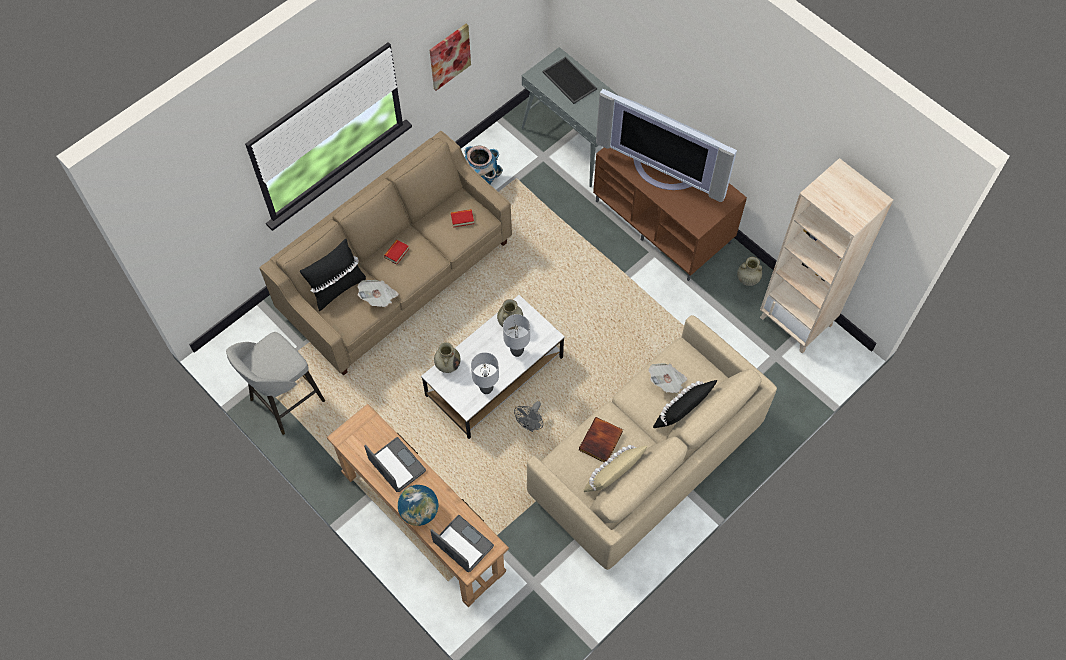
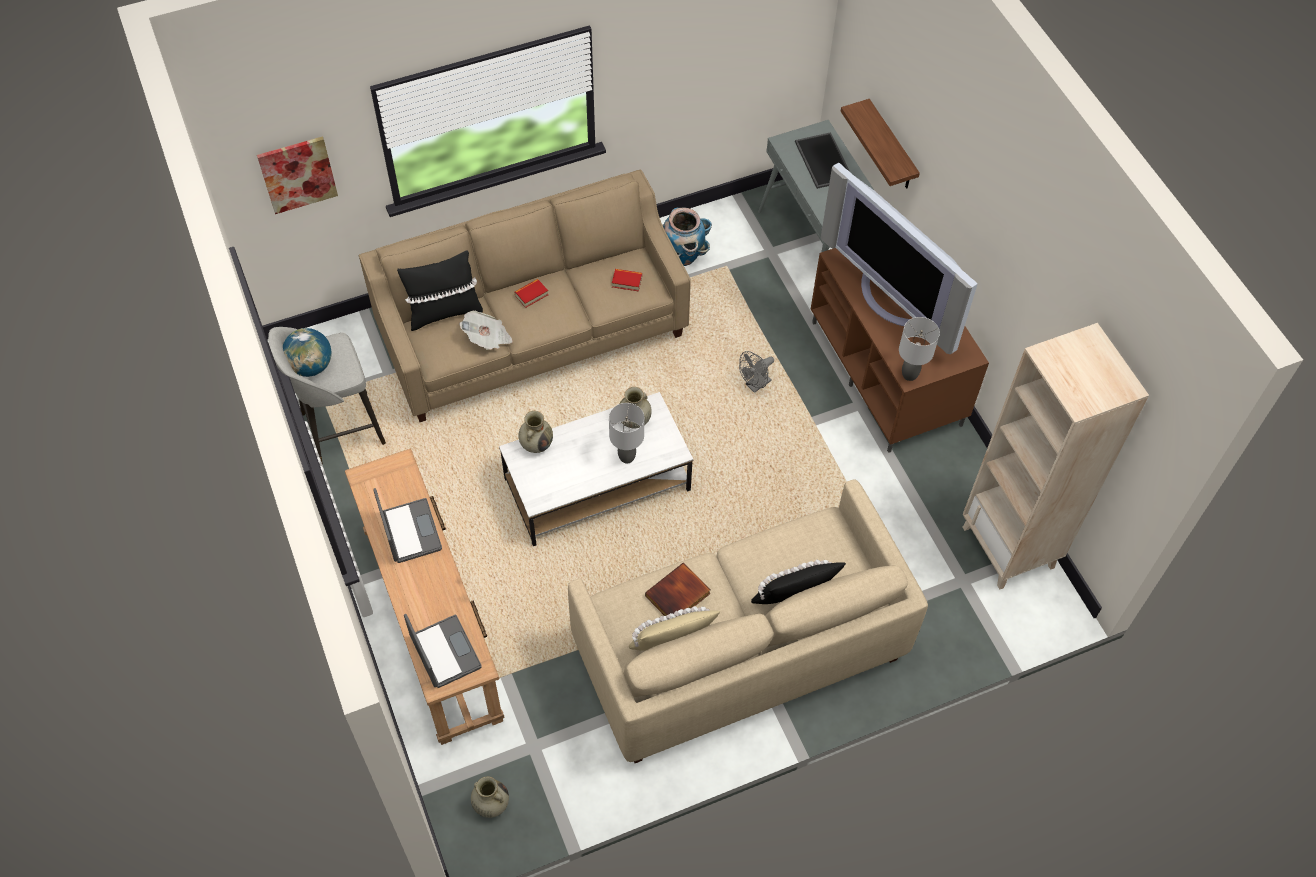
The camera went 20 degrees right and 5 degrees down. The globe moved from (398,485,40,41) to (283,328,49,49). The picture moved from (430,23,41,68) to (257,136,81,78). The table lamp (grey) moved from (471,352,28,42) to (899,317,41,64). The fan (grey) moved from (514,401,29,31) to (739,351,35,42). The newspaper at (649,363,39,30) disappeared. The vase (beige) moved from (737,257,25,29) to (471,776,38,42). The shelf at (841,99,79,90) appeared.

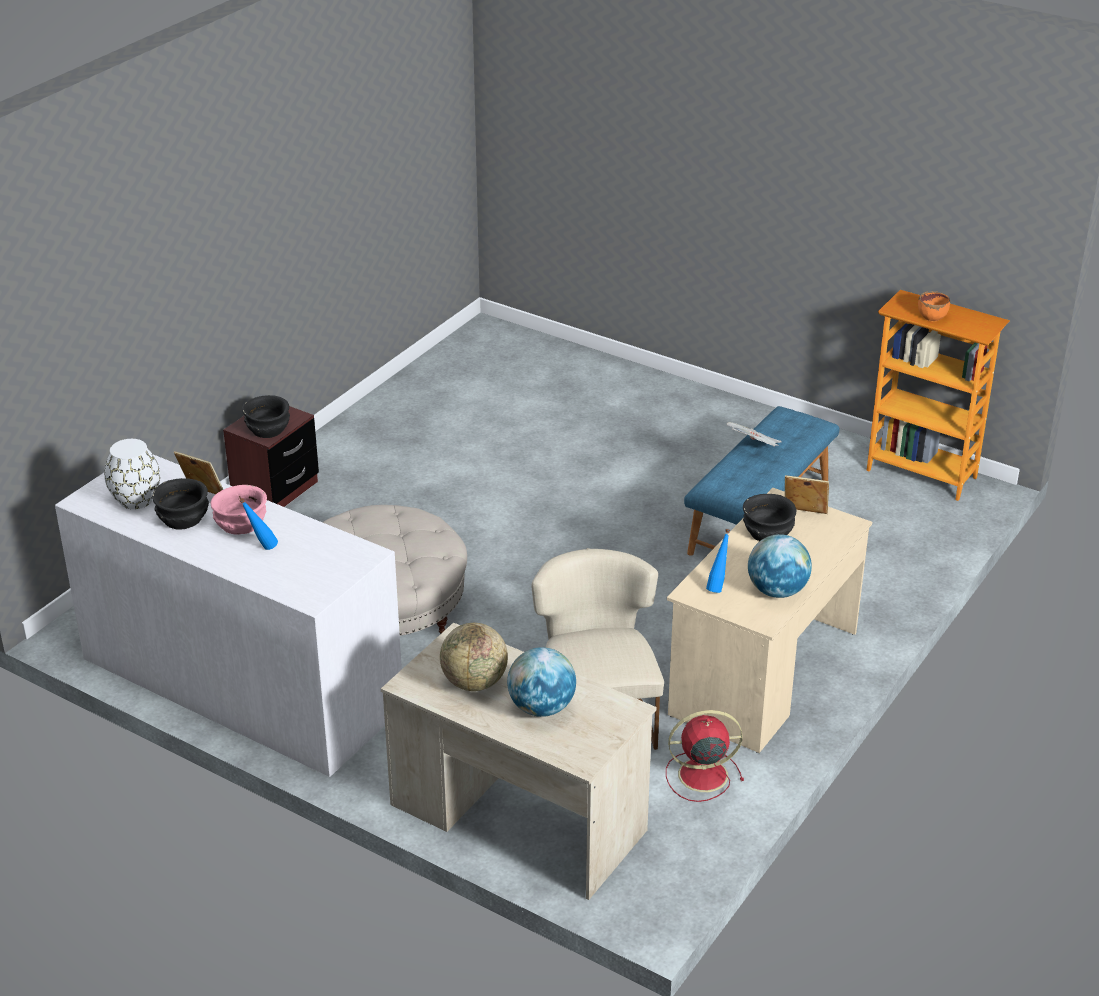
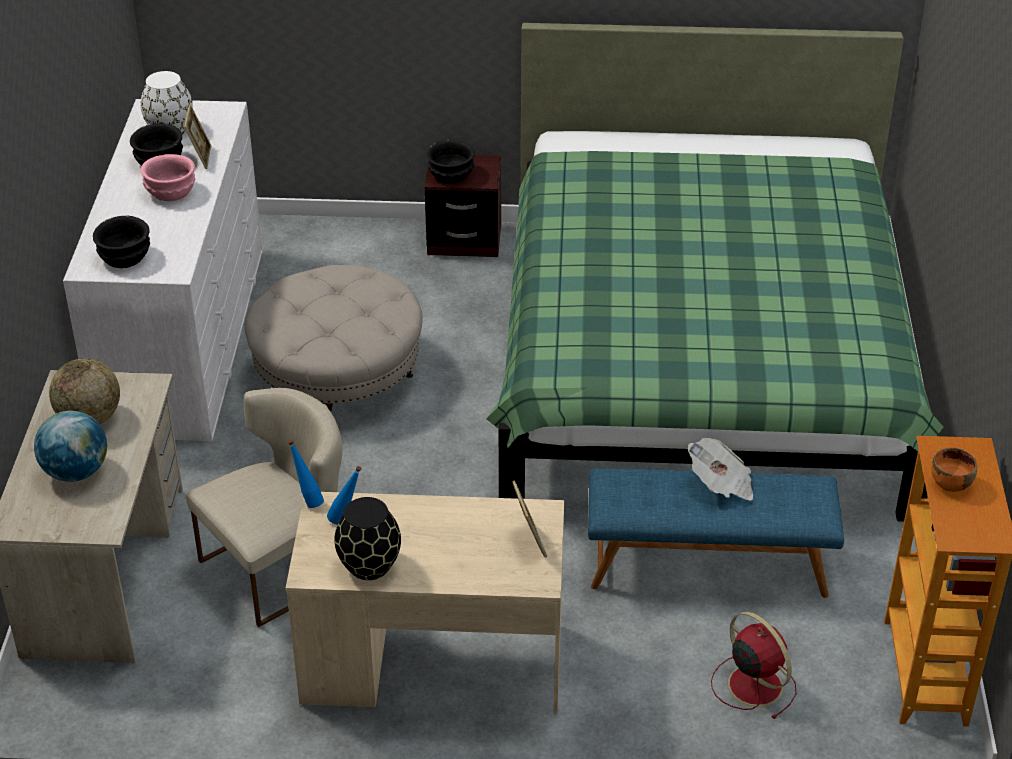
The camera went 60 degrees right and 5 degrees up. The bottle (blue) moved from (240,498,38,52) to (288,440,36,68). The fan (red) moved from (666,710,78,92) to (711,612,85,107). The bowl (black) moved from (743,494,53,47) to (93,216,57,52). The globe at (748,534,64,64) was replaced by the vase (black) at (334,497,67,83). The bed (green) at (486,23,457,499) appeared.

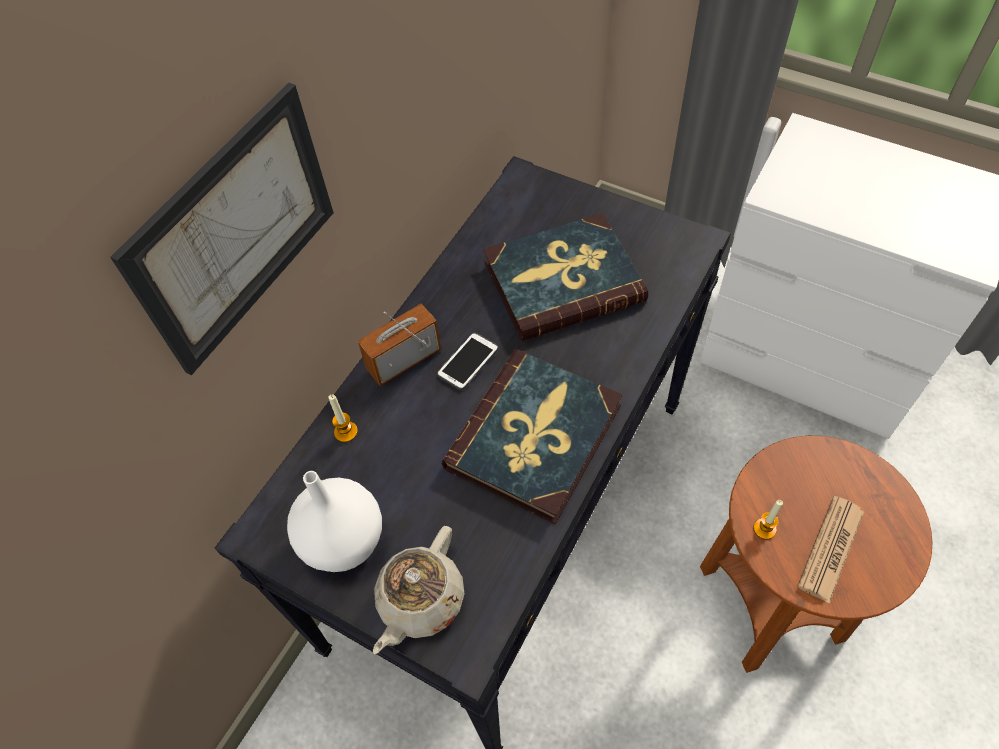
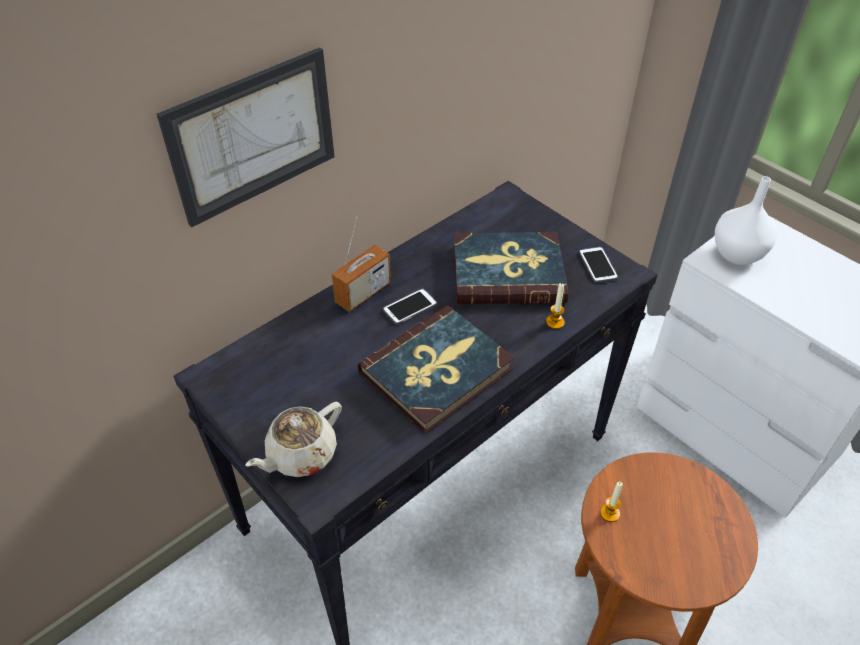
The camera went 15 degrees right and 10 degrees down. The vase (white) moved from (287,471,95,101) to (715,176,63,89). The candle moved from (328,395,30,47) to (546,283,19,46). The radio at (358,303,83,83) turned 150 degrees clockwise. The newspaper at (797,496,67,108) disappeared. The phone at (579,247,39,36) appeared.

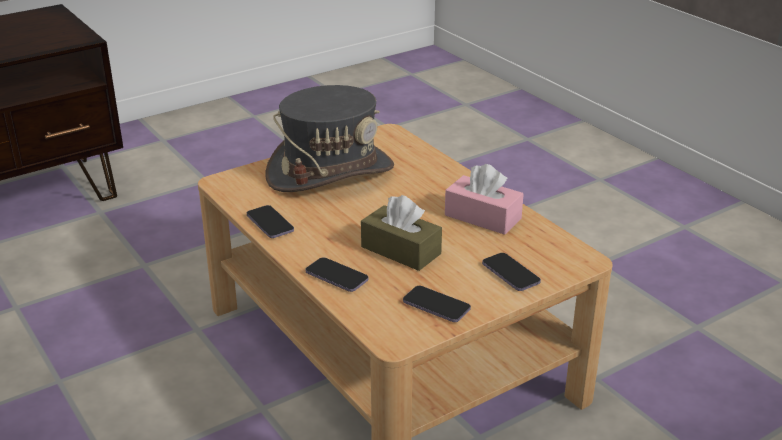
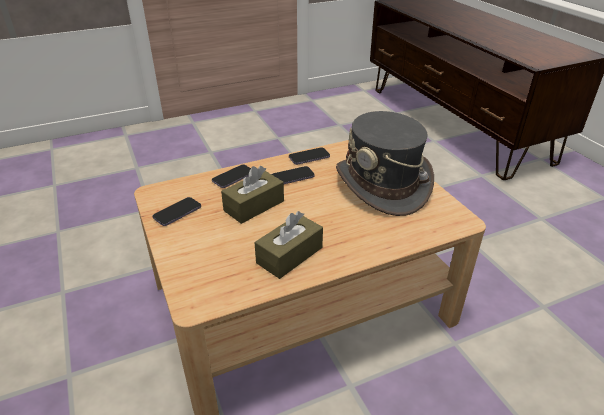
The camera went 100 degrees right and 5 degrees up. The tissue box (pink) at (445,164,79,71) became the tissue box (brown) at (254,211,69,68). The phone moved from (482,253,59,38) to (272,166,43,18).

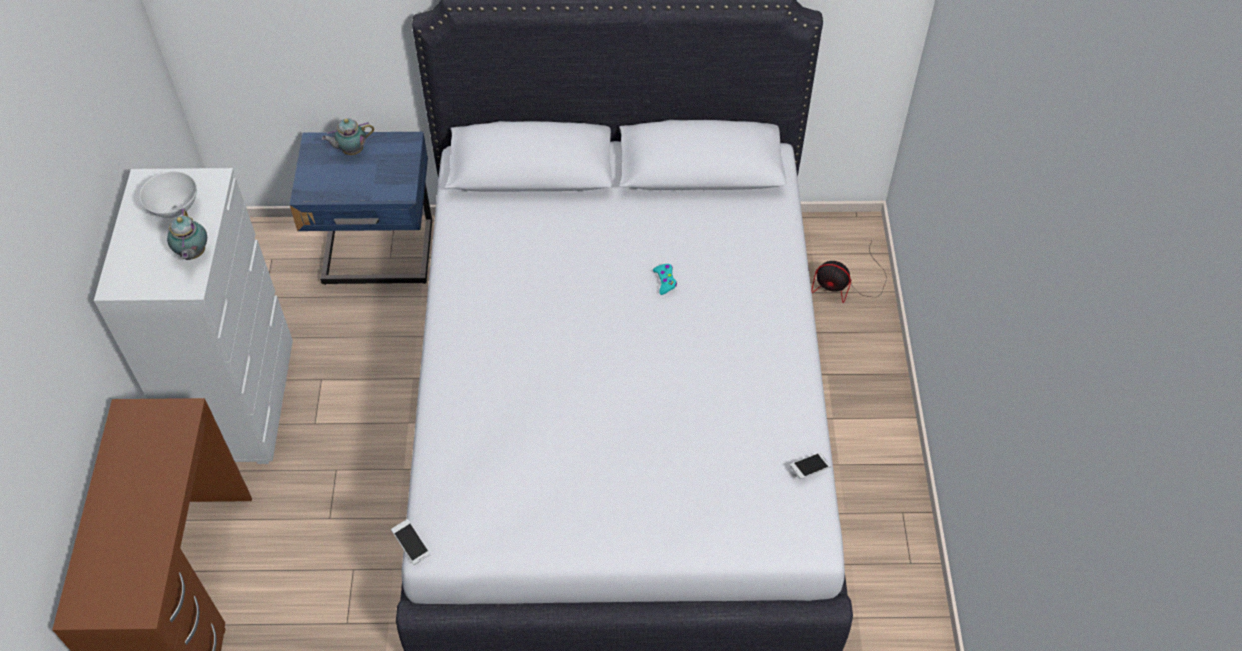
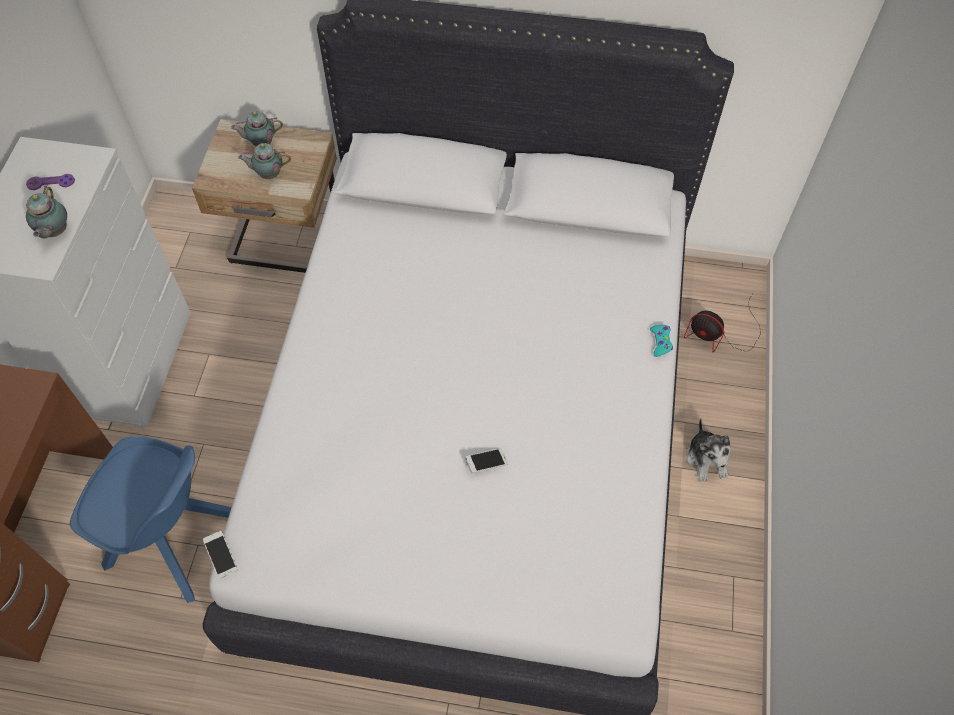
The camera went 10 degrees right and 5 degrees up. The bowl (white) at (139,171,58,47) was replaced by the game controller (purple) at (26,174,49,16). The nightstand (blue) at (290,132,142,153) became the nightstand (beige) at (192,119,145,154). The game controller (turquoise) moved from (653,264,24,31) to (650,325,23,32). The phone moved from (789,452,42,27) to (465,448,44,25). The chair (blue) at (70,436,162,167) appeared. The teapot at (238,143,53,36) appeared. The plush toy at (686,419,44,64) appeared.

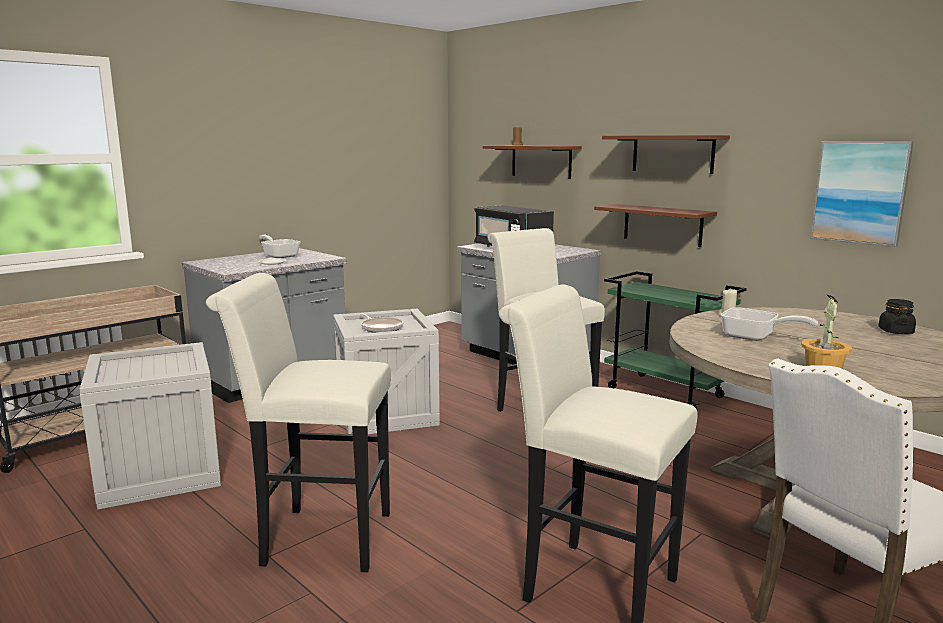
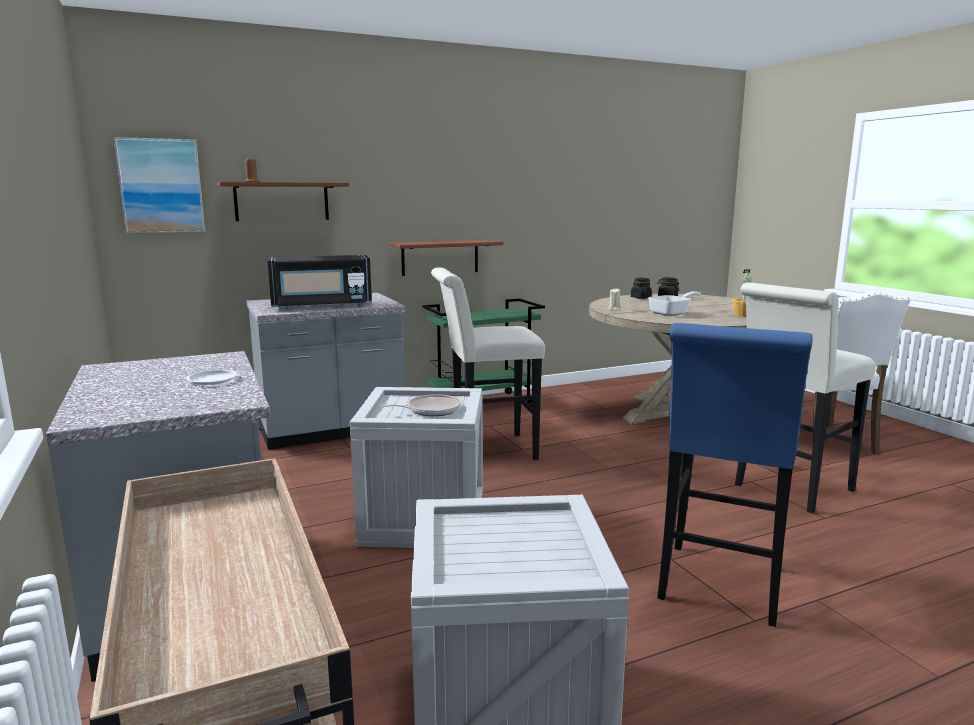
The camera went 70 degrees left and 0 degrees up. The stool (white) at (206,273,185,299) became the stool (blue) at (657,323,156,304). The frying pan at (259,235,41,23) disappeared. The shelf (brown) at (602,135,128,39) disappeared. The picture moved from (810,141,104,106) to (114,137,91,97). The jar (black) at (631,278,21,21) appeared.

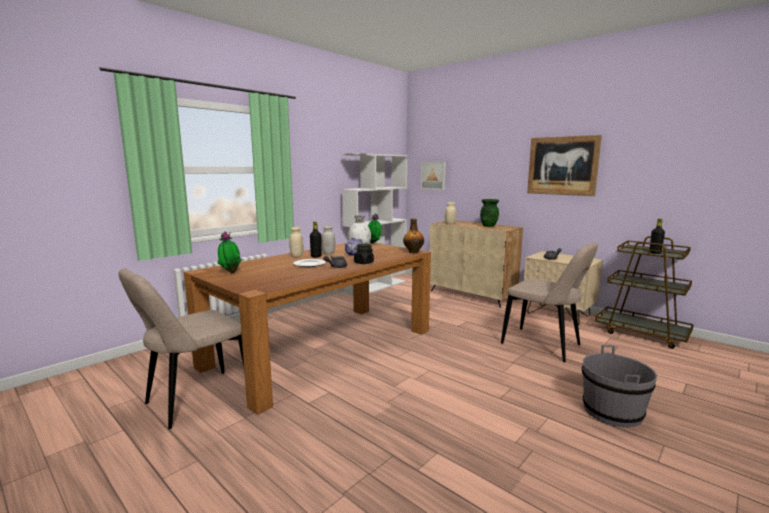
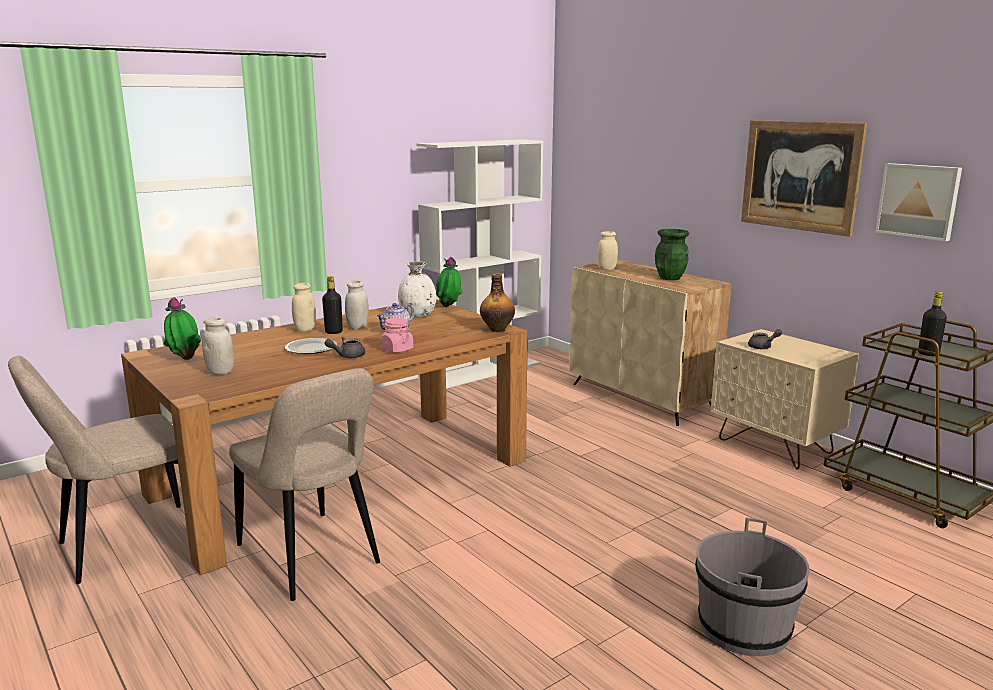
The camera went 10 degrees right and 5 degrees up. The jar (black) at (354,243,20,21) became the jar (pink) at (381,318,32,35). The picture moved from (421,162,25,28) to (875,163,87,78). The chair (beige) moved from (501,242,97,120) to (229,368,151,233). The jar (white) at (202,317,32,58) appeared.

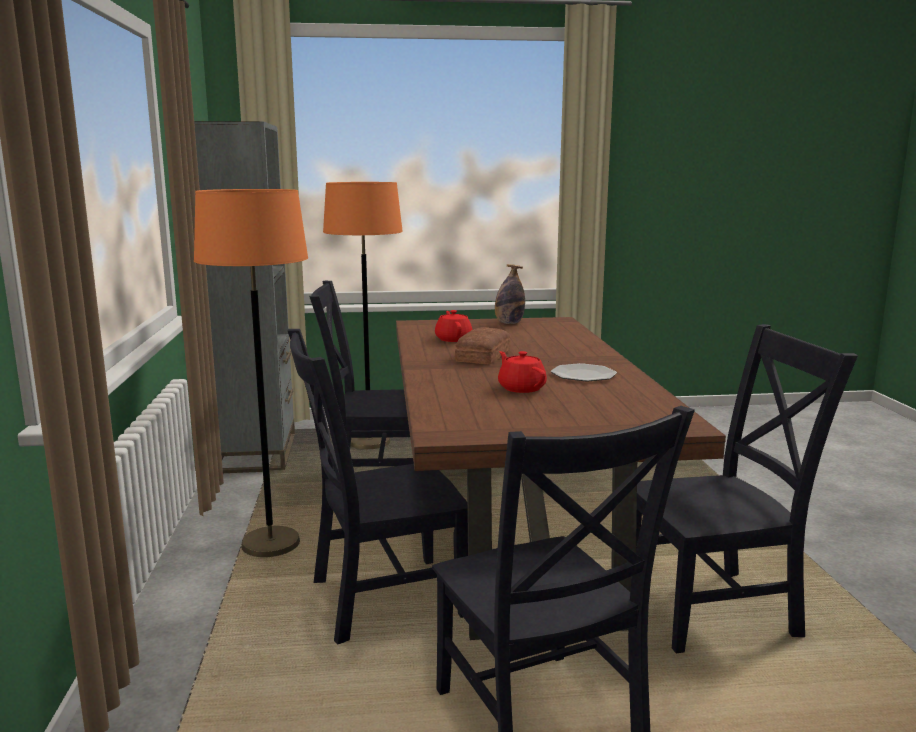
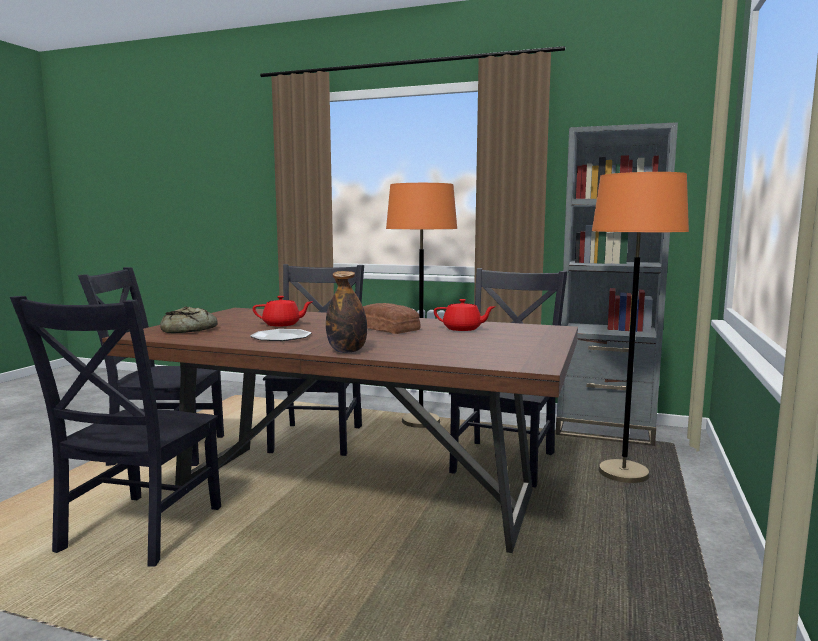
The camera went 115 degrees right and 5 degrees down. The bottle moved from (495,264,30,60) to (326,271,41,82). The bread at (160,306,58,27) appeared.

